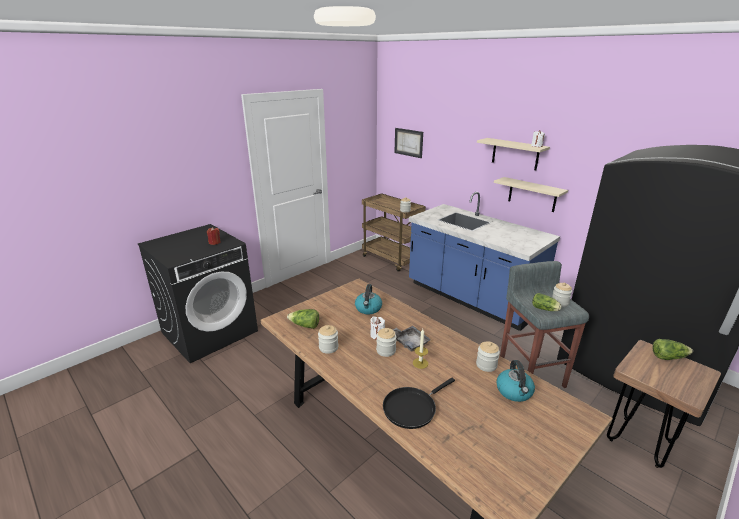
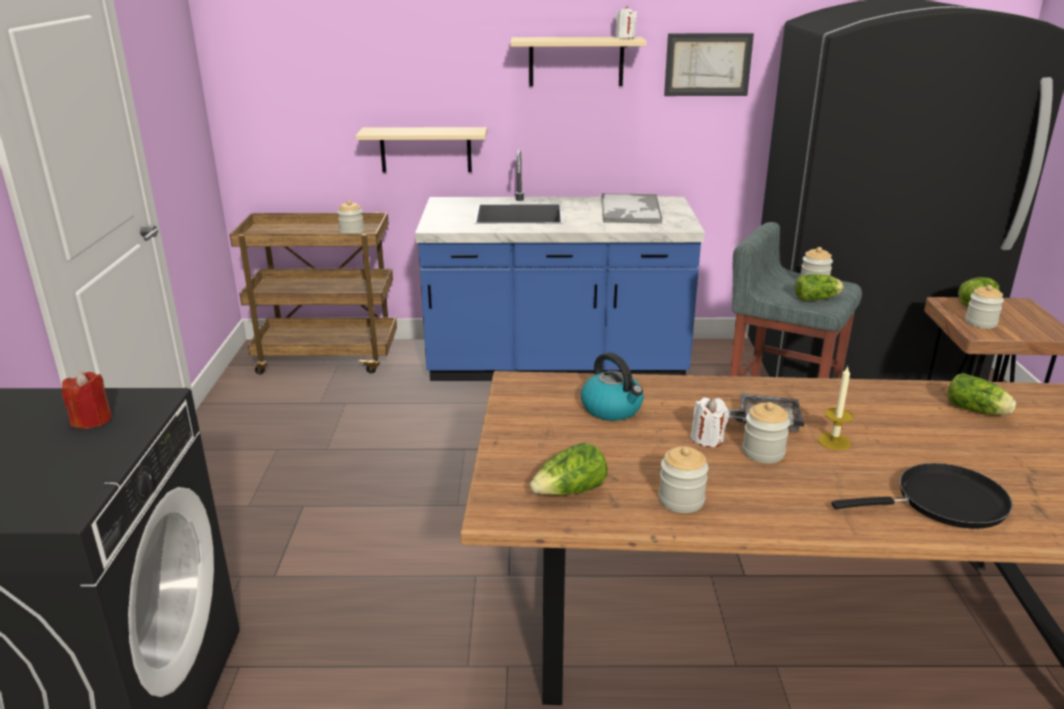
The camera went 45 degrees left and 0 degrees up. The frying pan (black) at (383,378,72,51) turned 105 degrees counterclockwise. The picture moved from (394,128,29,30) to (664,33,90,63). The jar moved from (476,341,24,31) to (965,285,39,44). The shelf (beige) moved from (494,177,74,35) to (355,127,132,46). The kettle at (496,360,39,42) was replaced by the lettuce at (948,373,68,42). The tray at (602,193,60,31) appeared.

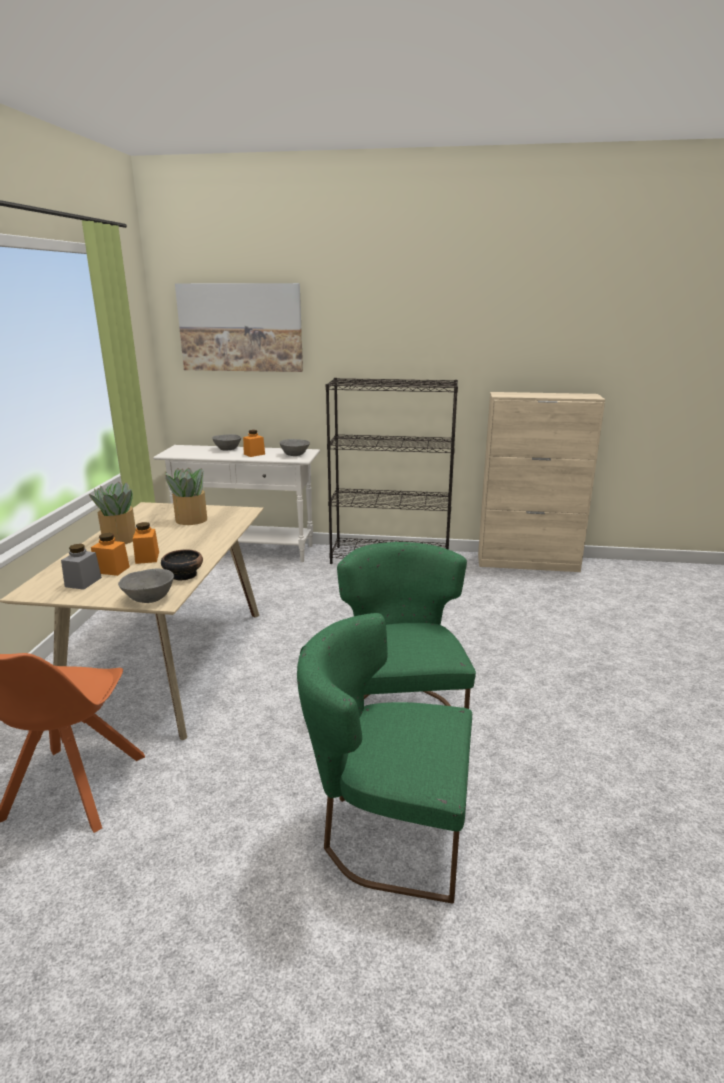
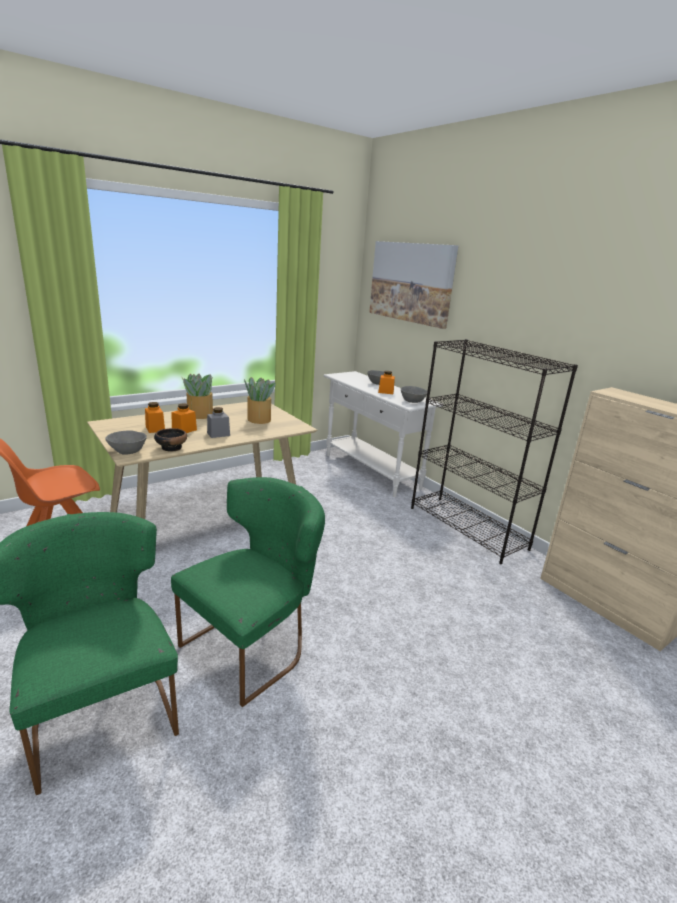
The camera went 45 degrees right and 0 degrees up. The jar (grey) moved from (61,544,41,46) to (207,407,23,31).

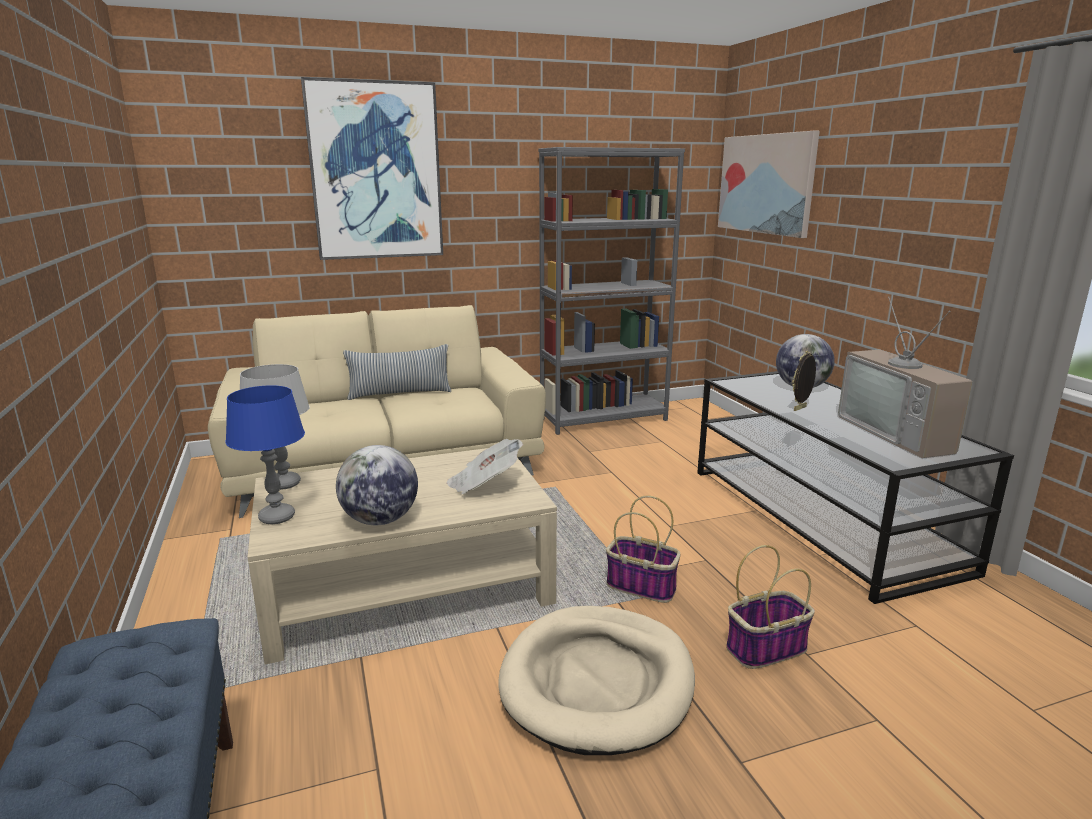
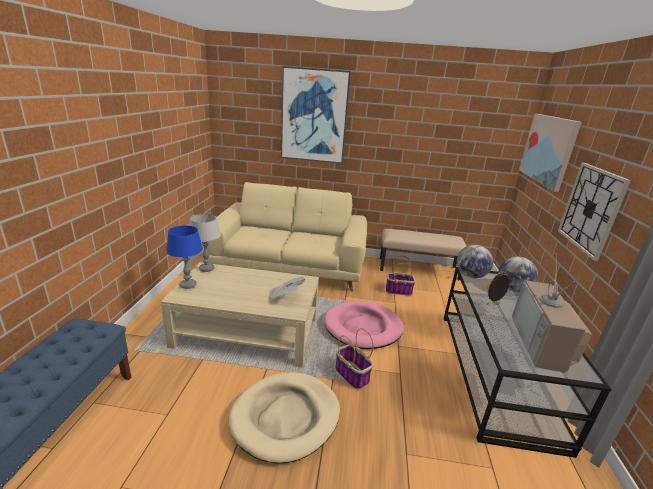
The camera went 25 degrees right and 5 degrees up. The globe moved from (336,445,82,80) to (457,245,36,34). The pillow at (343,344,108,56) disappeared. The bookcase (grey) at (538,147,147,288) was replaced by the bench (beige) at (380,229,86,51). The basket moved from (726,545,89,124) to (386,256,29,40). The dog bed (pink) at (324,301,80,48) appeared. The wall clock at (558,163,73,98) appeared.

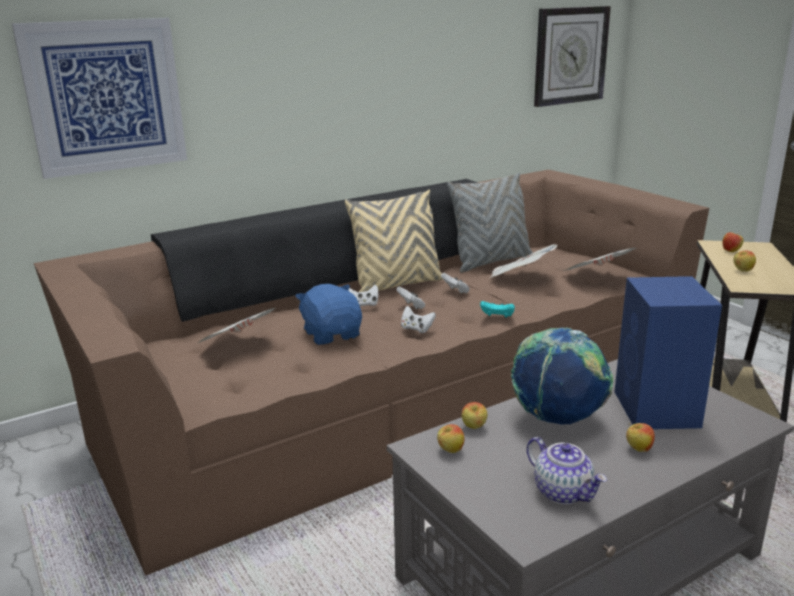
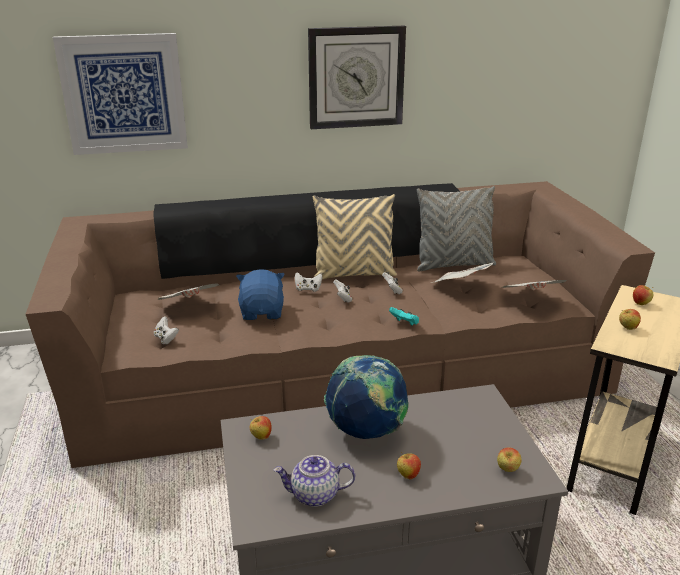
The camera went 20 degrees right and 5 degrees up. The game controller (white) moved from (401,306,35,27) to (154,316,25,28). The apple moved from (462,402,25,27) to (497,448,25,24). The teapot at (526,437,81,67) turned 105 degrees clockwise. The wall clock moved from (534,6,77,101) to (308,26,98,103). The speaker (blue) at (614,276,108,153) disappeared.

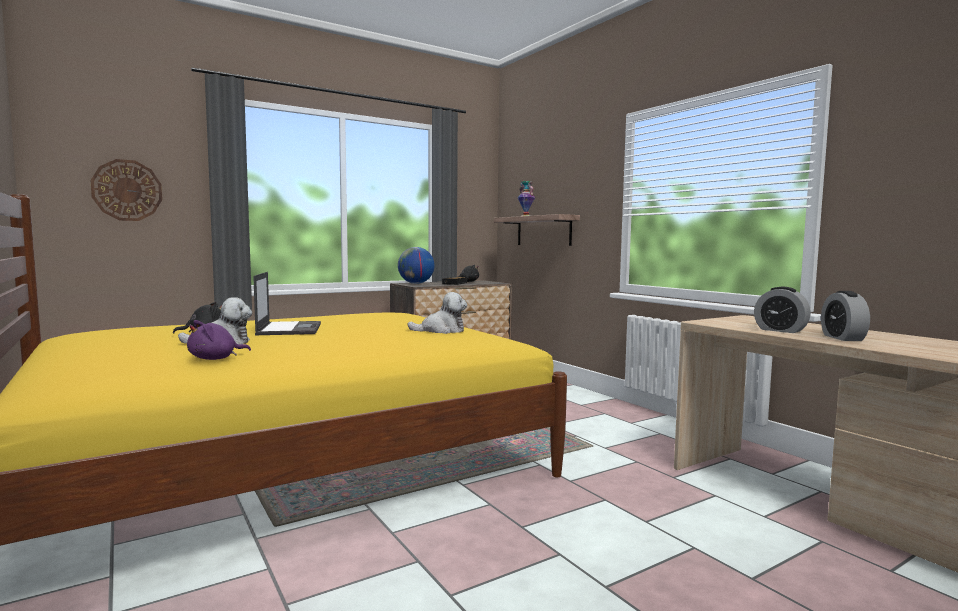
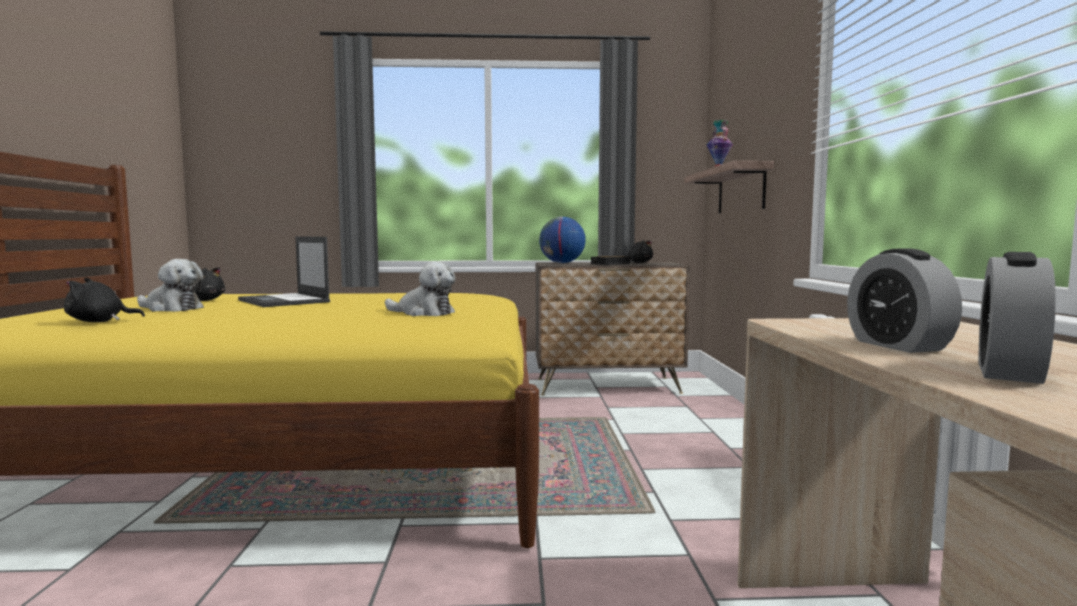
The camera went 30 degrees right and 0 degrees up. The wall clock at (90,159,72,62) disappeared. The plush toy (purple) at (187,320,64,40) became the plush toy (black) at (64,278,81,44). The laptop at (253,272,68,63) turned 120 degrees clockwise.

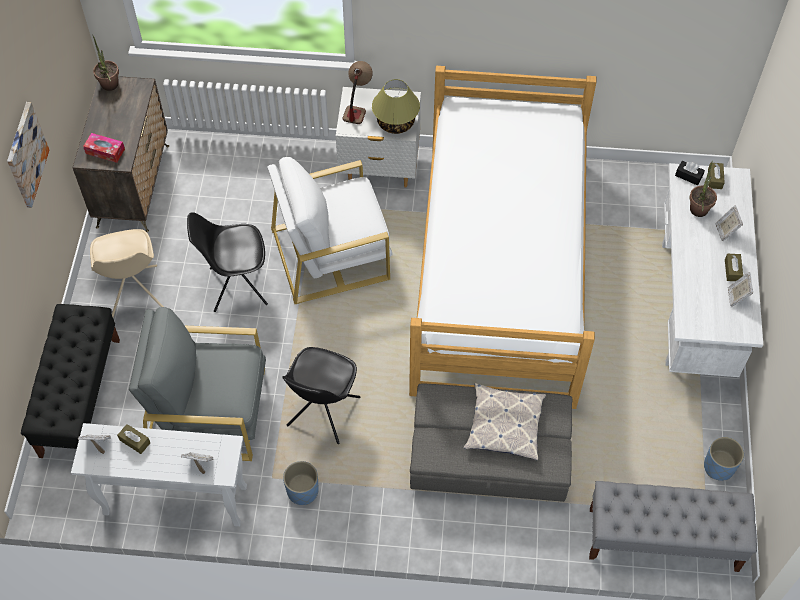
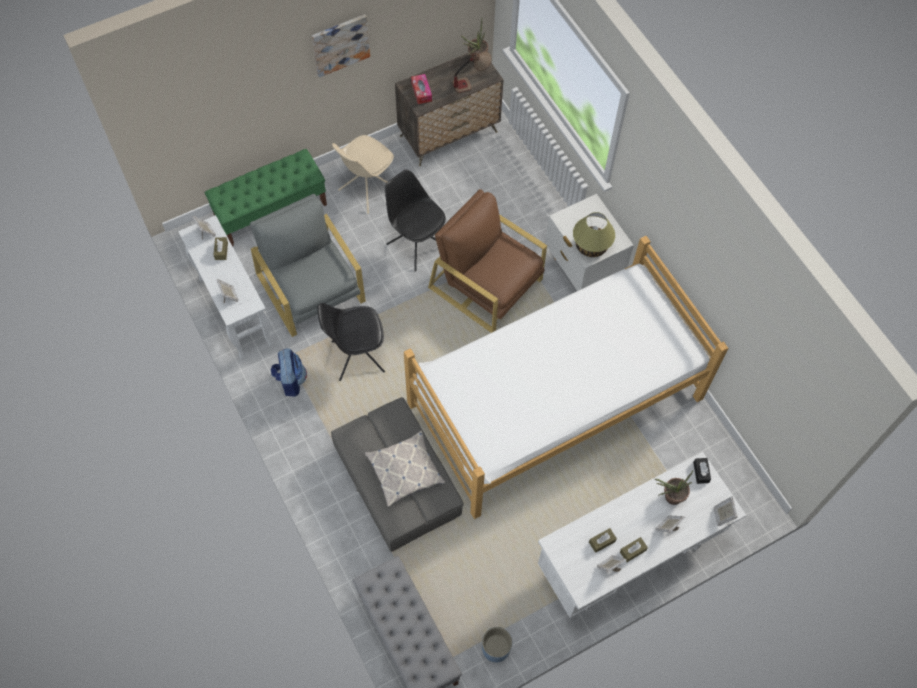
The camera went 55 degrees right and 5 degrees up. The bench (black) at (21,304,99,154) became the bench (green) at (204,149,123,97). The armchair (white) at (267,157,126,147) became the armchair (brown) at (428,189,119,144). The planter (blue) at (283,461,36,44) was replaced by the backpack at (271,348,36,49). The table lamp moved from (342,61,31,63) to (452,52,39,41). The tissue box (brown) moved from (708,163,17,26) to (589,528,28,25). The picture frame at (714,496,24,30) appeared.

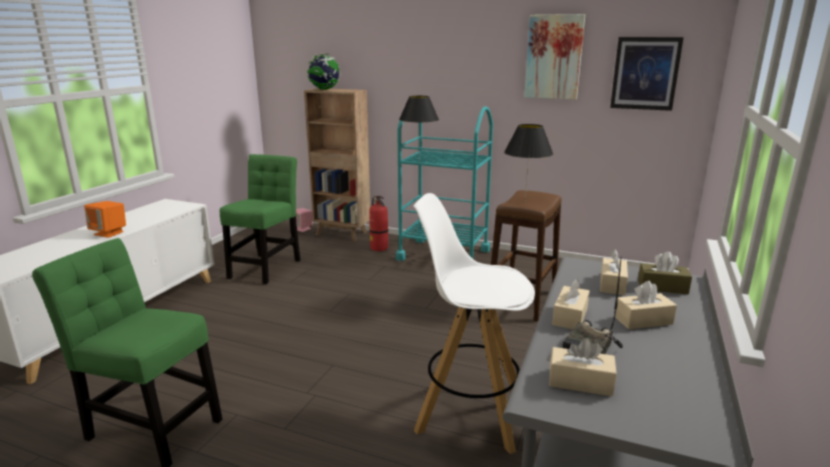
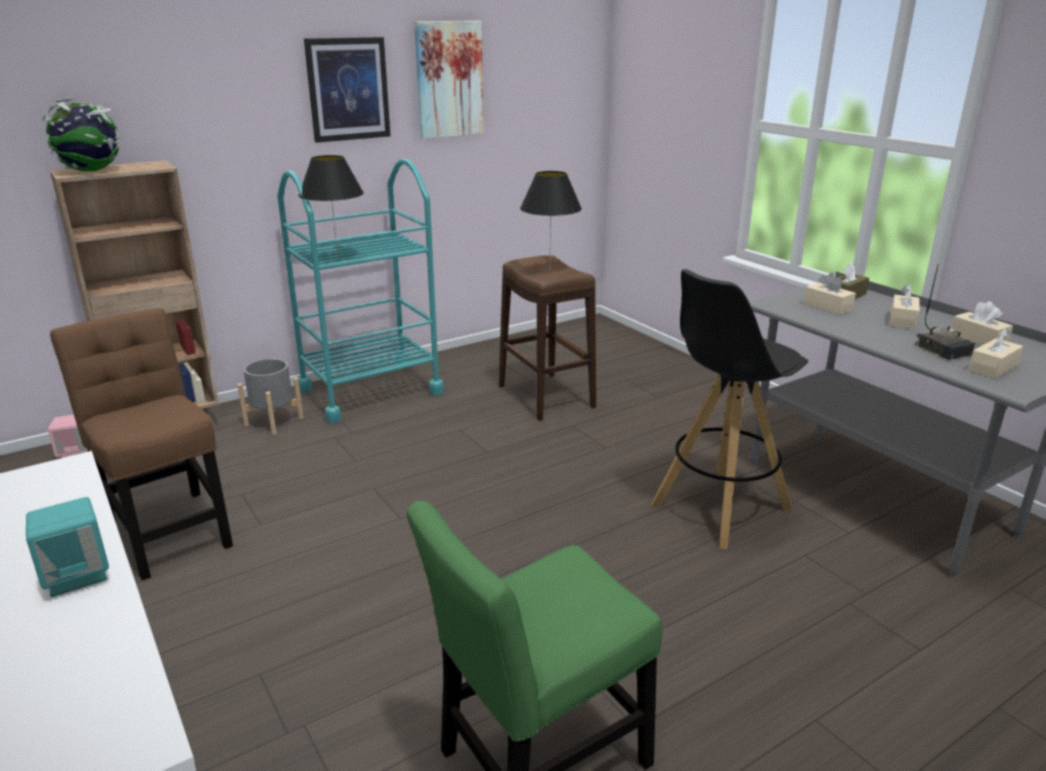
The camera went 55 degrees left and 5 degrees up. The speaker (orange) at (84,201,42,37) became the speaker (turquoise) at (26,497,83,100). The chair (green) at (220,154,80,130) became the chair (brown) at (50,308,183,273). The fire extinguisher at (369,196,19,55) was replaced by the planter (grey) at (237,359,66,76). The stool (white) at (413,193,122,261) became the stool (black) at (651,269,158,280). The tissue box (beige) moved from (552,278,37,51) to (952,301,61,44). The picture moved from (610,37,74,74) to (304,37,86,106).

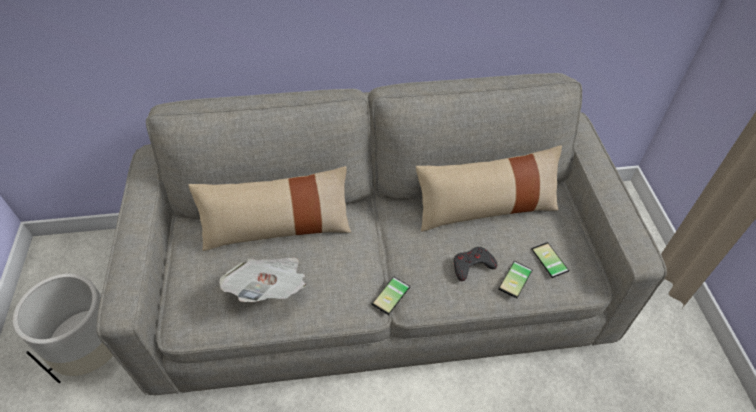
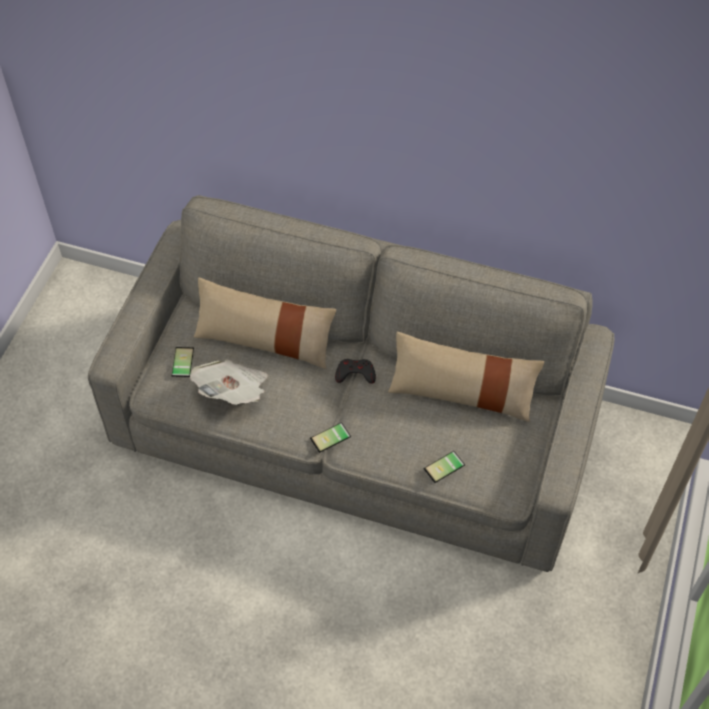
The camera went 25 degrees right and 5 degrees up. The planter (white) at (12,273,101,110) disappeared. The game controller (grey) moved from (454,247,43,34) to (335,359,41,25). The phone moved from (531,242,38,36) to (172,347,22,30).

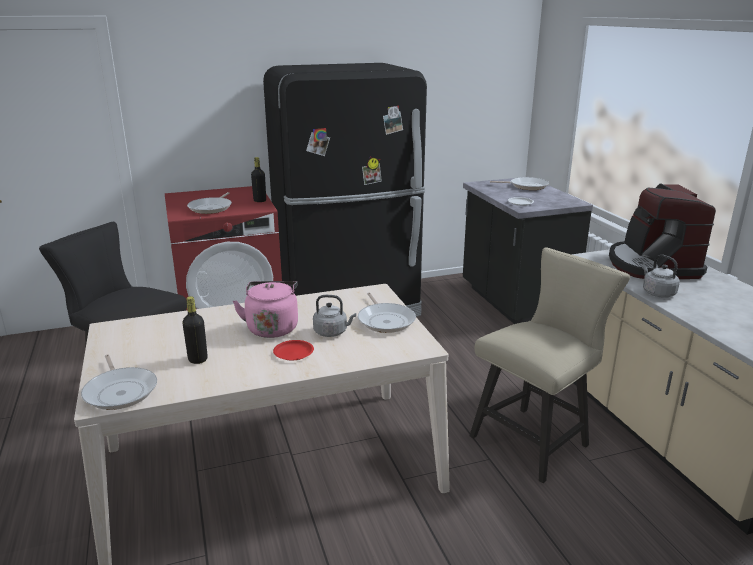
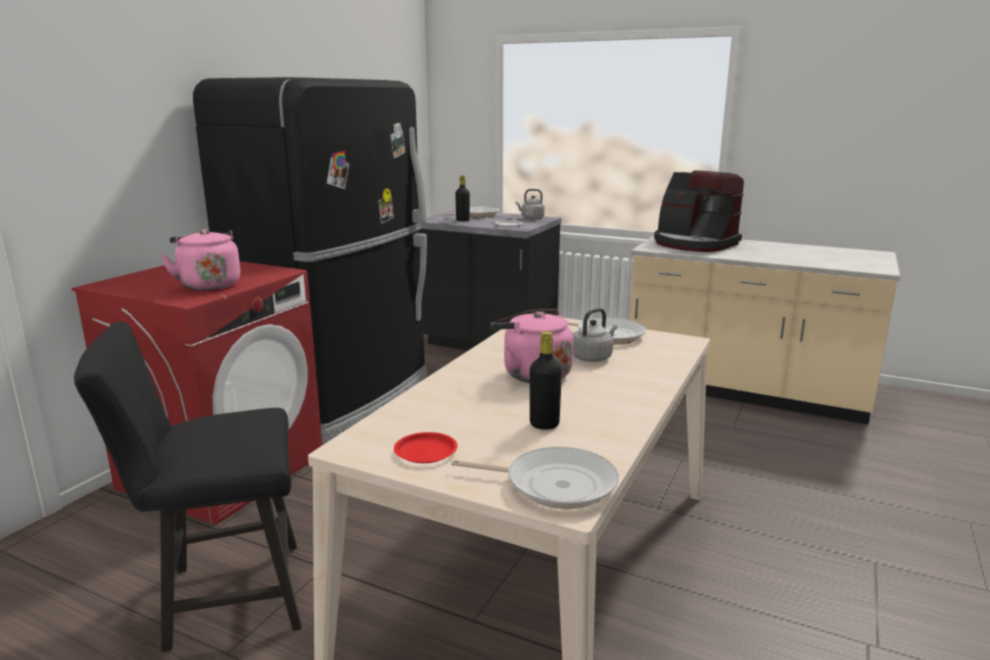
The camera went 45 degrees left and 5 degrees down. The frying pan at (187,192,45,22) was replaced by the kettle (pink) at (161,229,79,61). The bottle (black) moved from (251,157,15,45) to (455,175,15,46). The plate (red) moved from (273,340,41,21) to (394,432,64,31). The chair (beige) at (469,247,161,236) disappeared. The kettle (grey) moved from (642,255,38,43) to (516,189,29,30).

